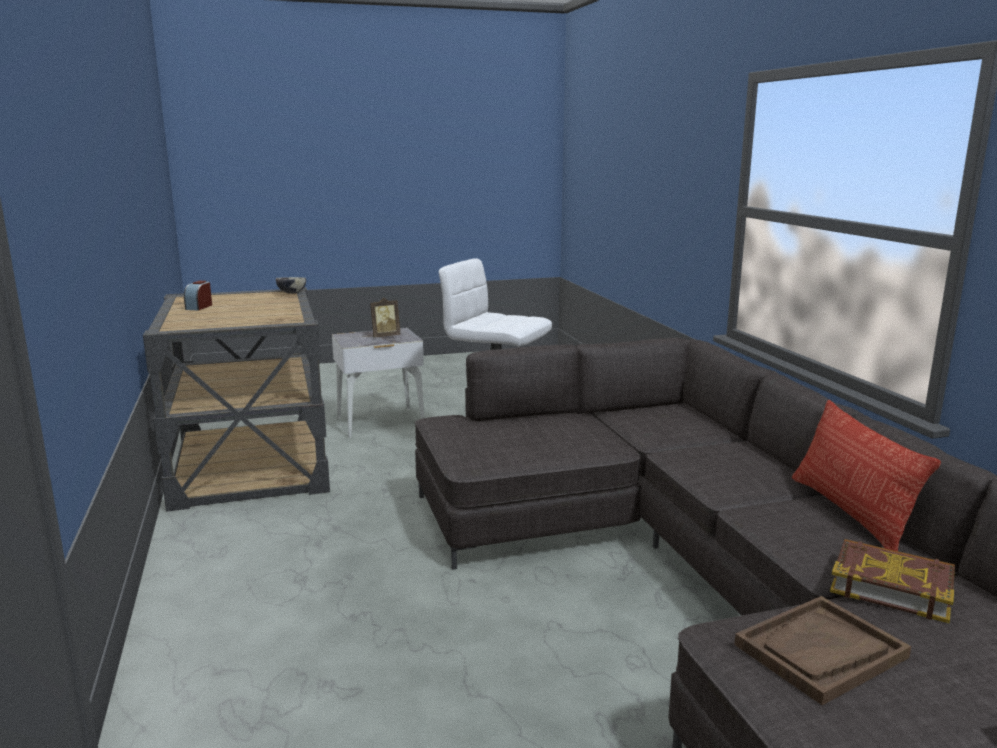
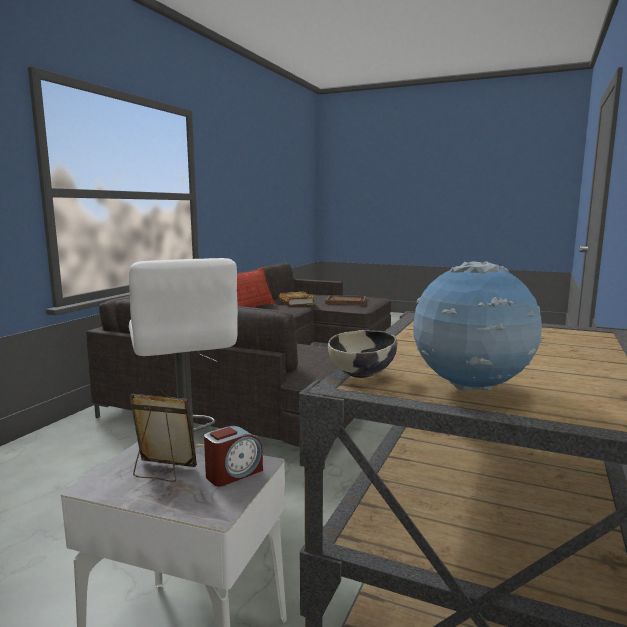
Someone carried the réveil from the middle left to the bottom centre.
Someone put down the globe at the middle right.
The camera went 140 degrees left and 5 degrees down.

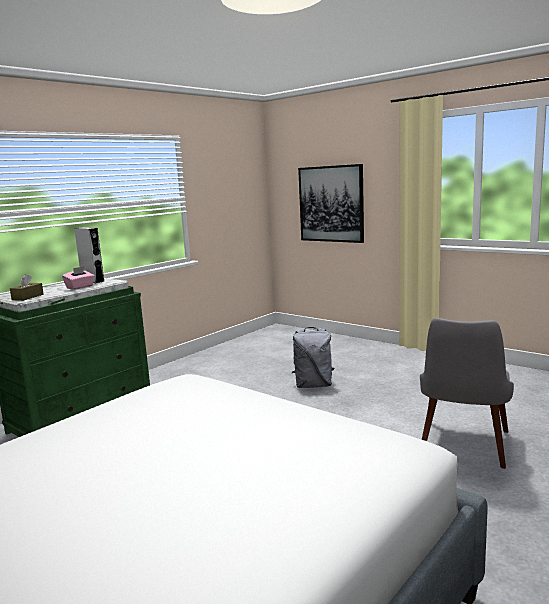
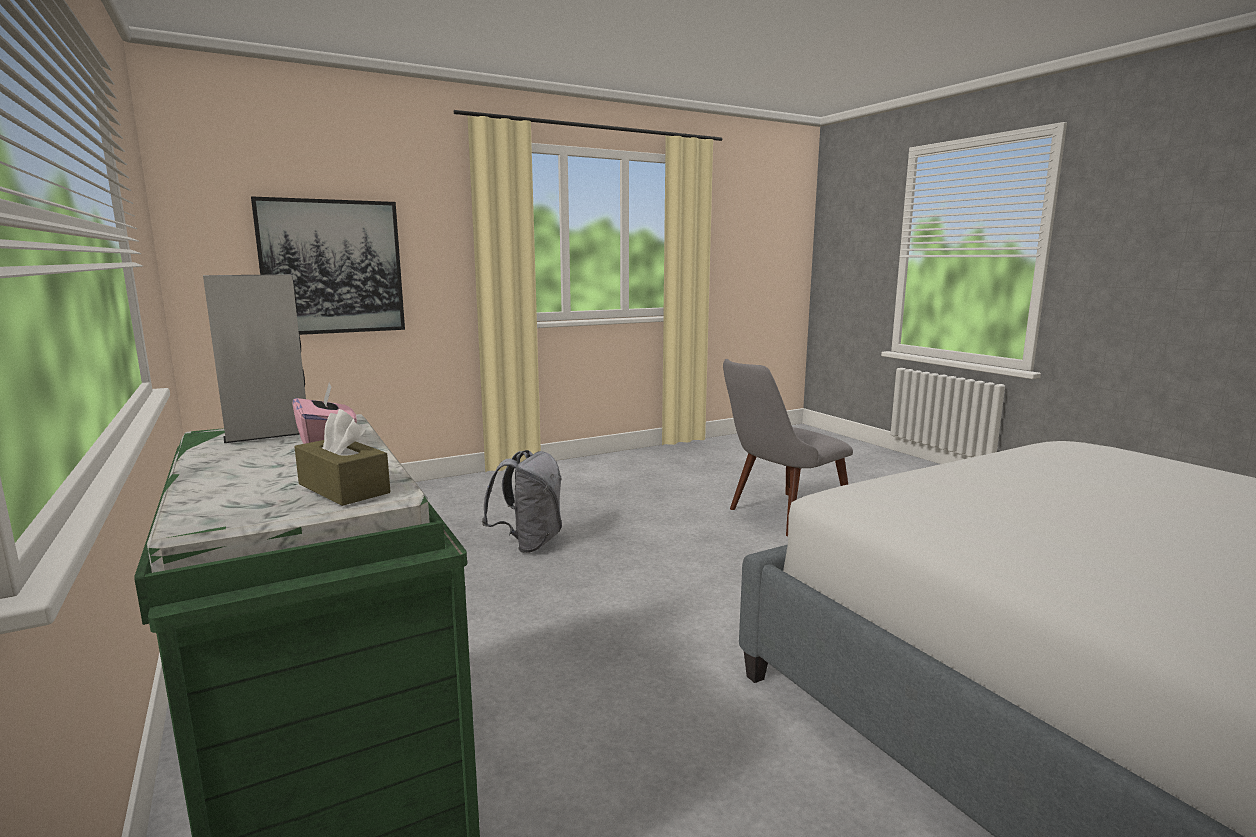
Someone rotated the chaise (gris) at the middle right by 105 degrees clockwise.
The camera went 70 degrees left and 0 degrees up.

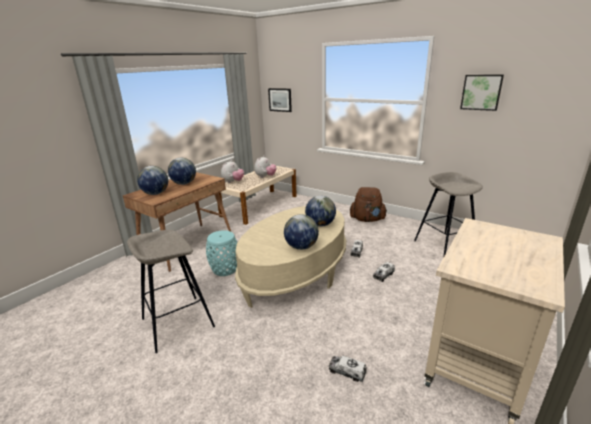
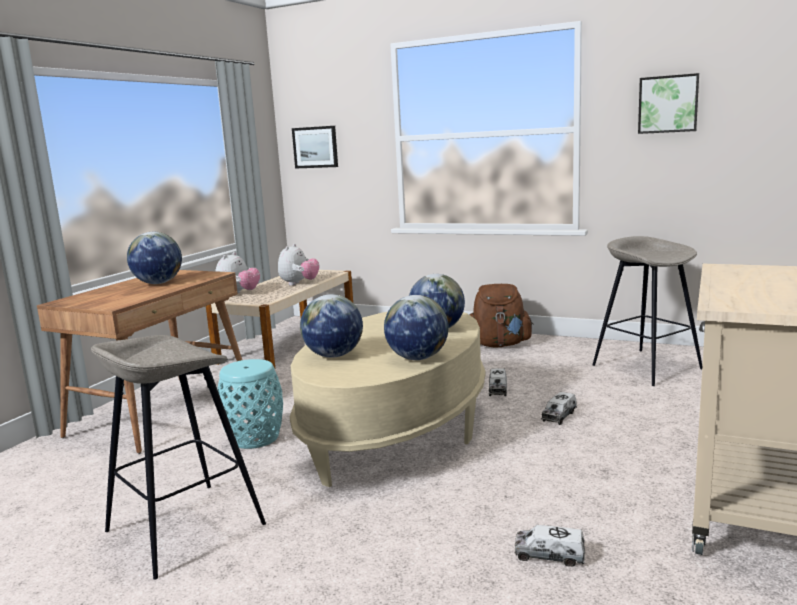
Someone carried the globe (1st from left in the first image) from the middle left to the centre.
The camera went 10 degrees left and 10 degrees down.

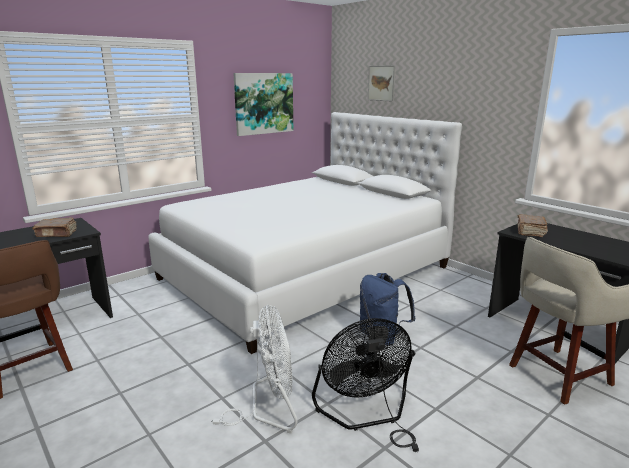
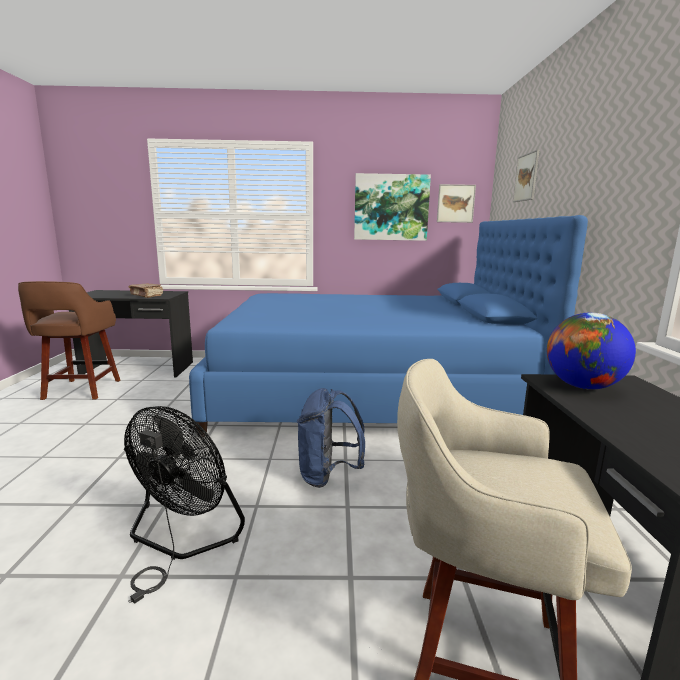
Someone repainted the lit (blanc) at the centre, which became the lit (bleu) at the centre.
Someone put up the tableau (2nd from left) at the top right.
Someone swapped the livre (marron) (2nd from left) at the middle right for the globe at the middle right.
Someone took away the ventilateur (blanc) at the bottom centre.
The camera went 40 degrees right and 5 degrees down.

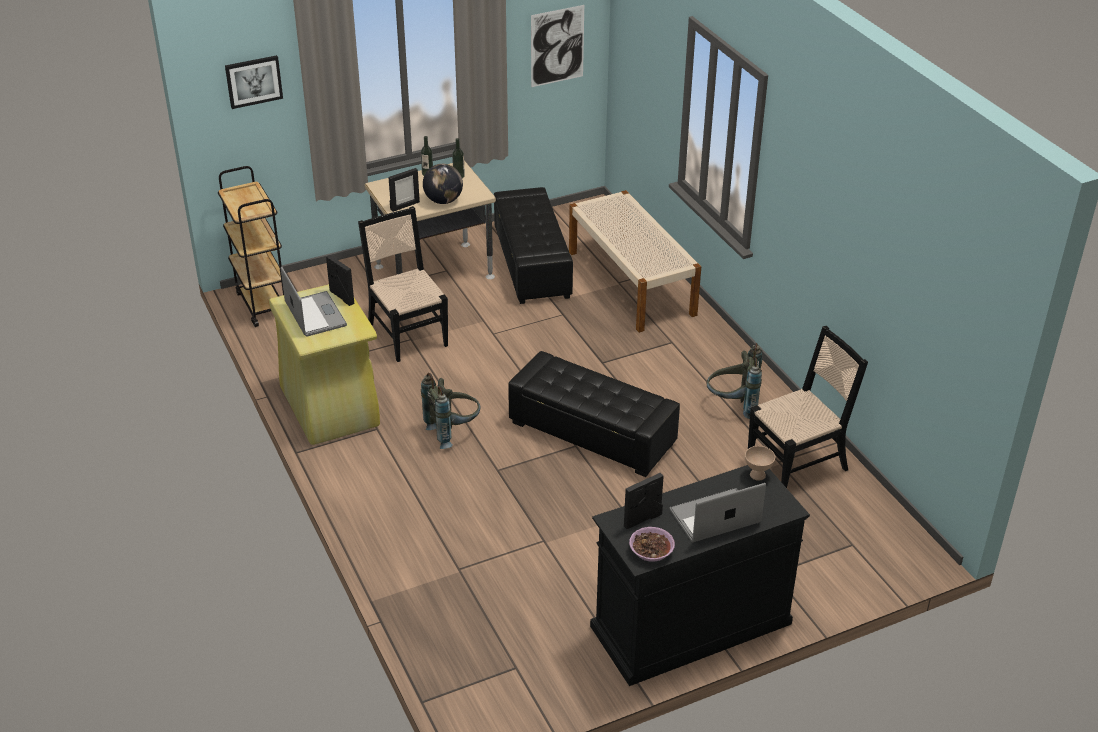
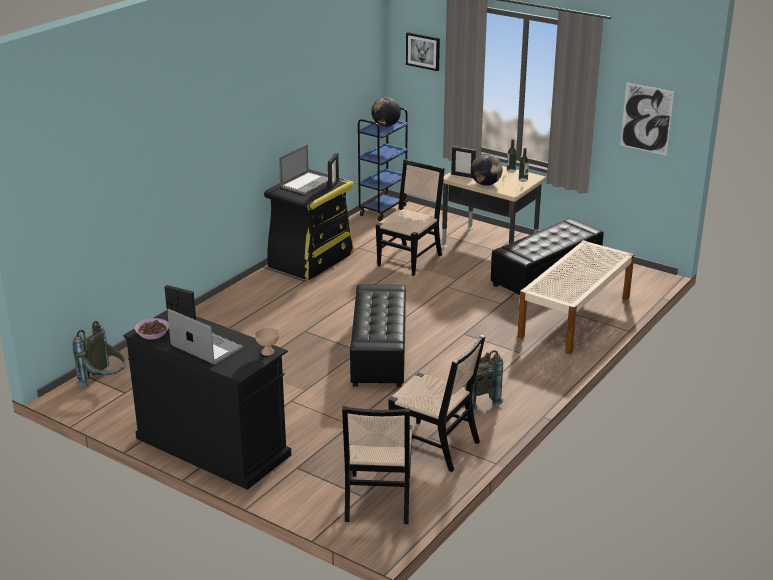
Someone carried the sac à dos (gris) (1st from left) from the centre to the middle left.
Someone repainted the table de chevet (jaune) at the middle left, which became the table de chevet (noir) at the centre.
Someone put down the chaise (1st from left) at the bottom centre.
Someone repainted the chariot (marron) at the middle left, which became the chariot (bleu) at the top centre.
Someone put down the globe (1st from left) at the top centre.
The camera went 60 degrees right and 10 degrees down.

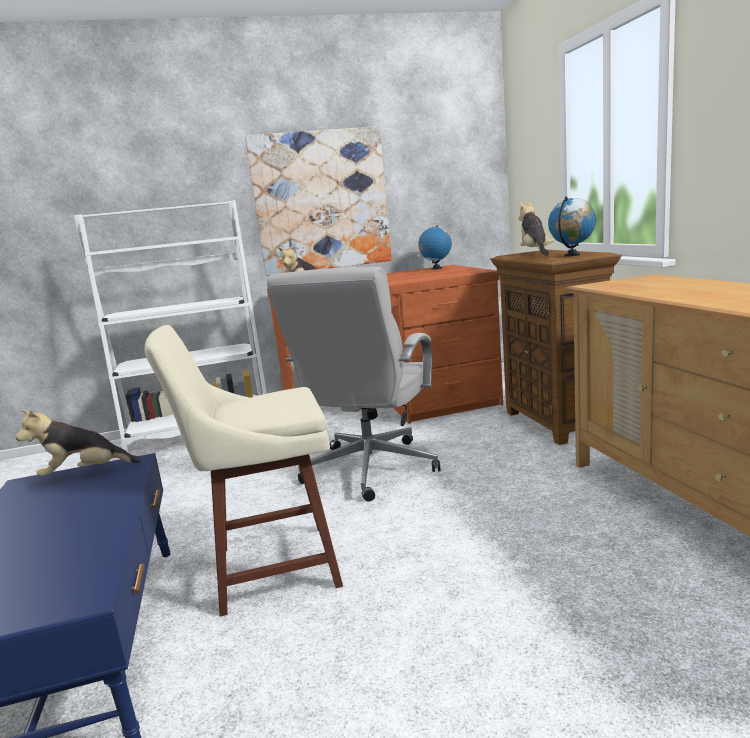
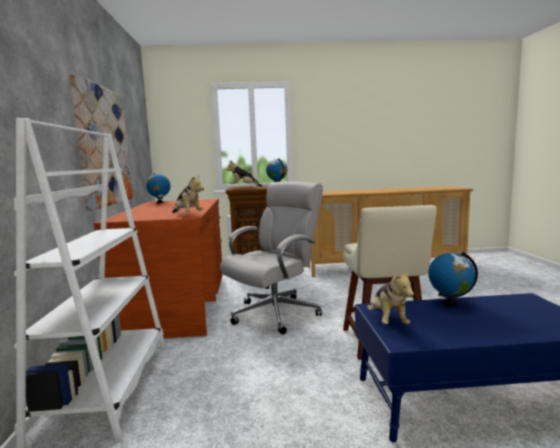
Someone rotated the chaise de bureau (gris) at the centre by 75 degrees counterclockwise.
Someone put down the globe (3rd from left) at the middle right.
The camera went 80 degrees left and 5 degrees down.

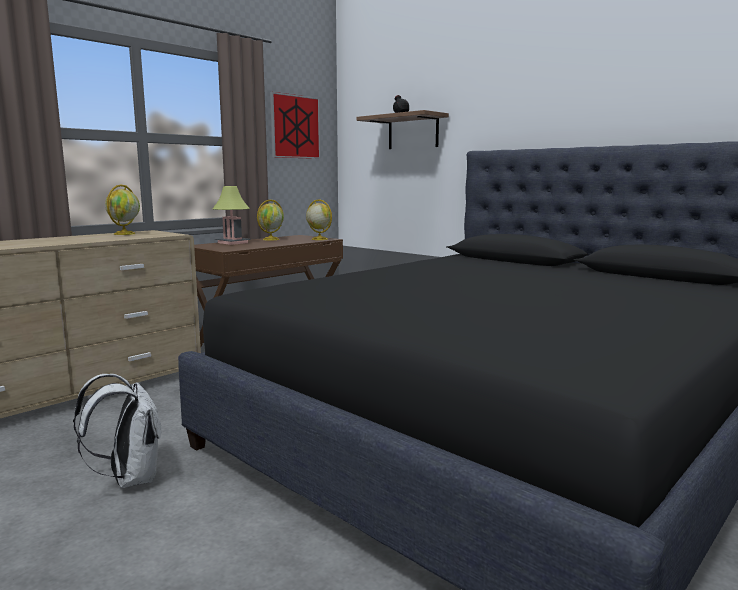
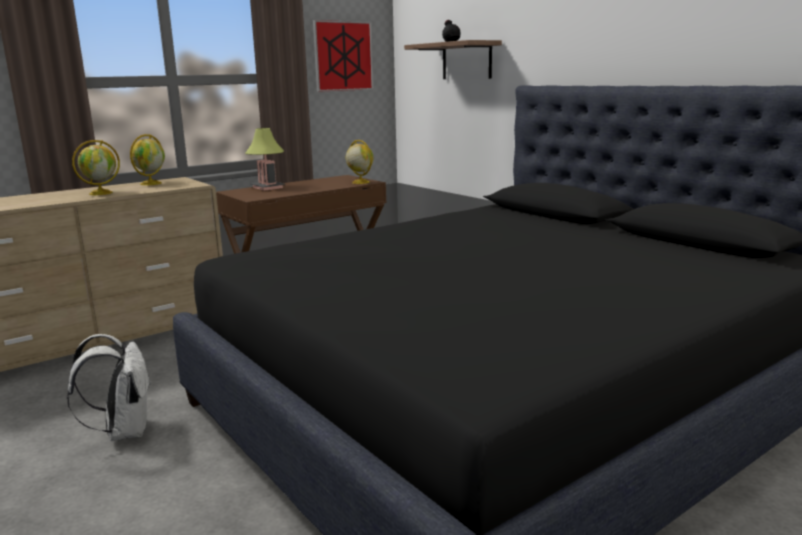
Someone carried the globe (2nd from left in the first image) from the centre to the top left.
The camera went 10 degrees right and 5 degrees up.

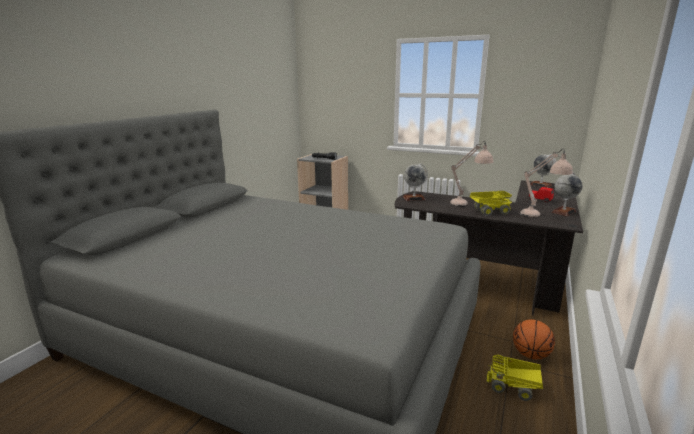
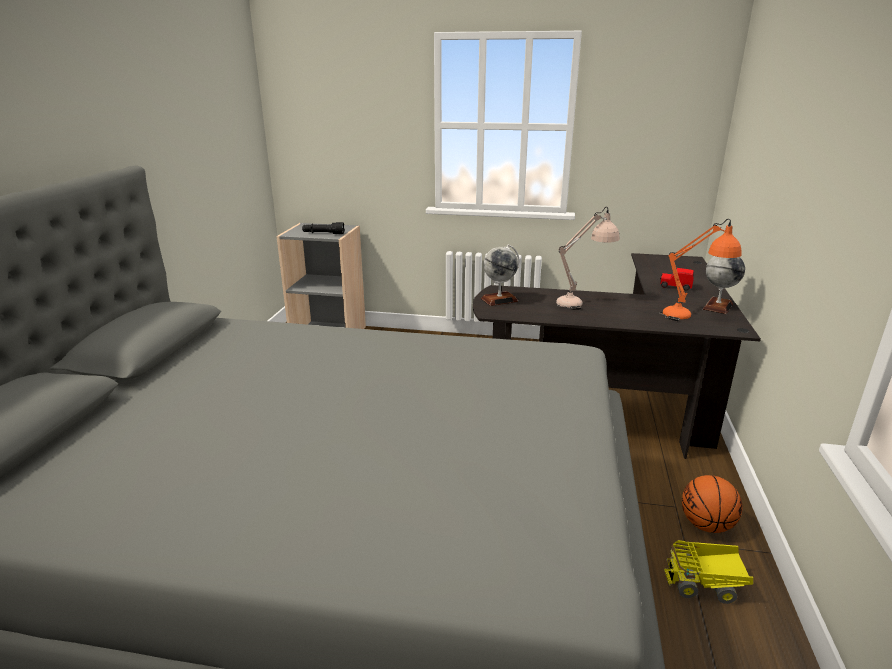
Someone repainted the lampe de table (beige) (2nd from left) at the middle right, which became the lampe de table (orange) at the middle right.
Someone took away the camion jouet (1st from left) at the middle right.
Someone took away the globe (2nd from left) at the middle right.
The camera went 15 degrees left and 5 degrees up.

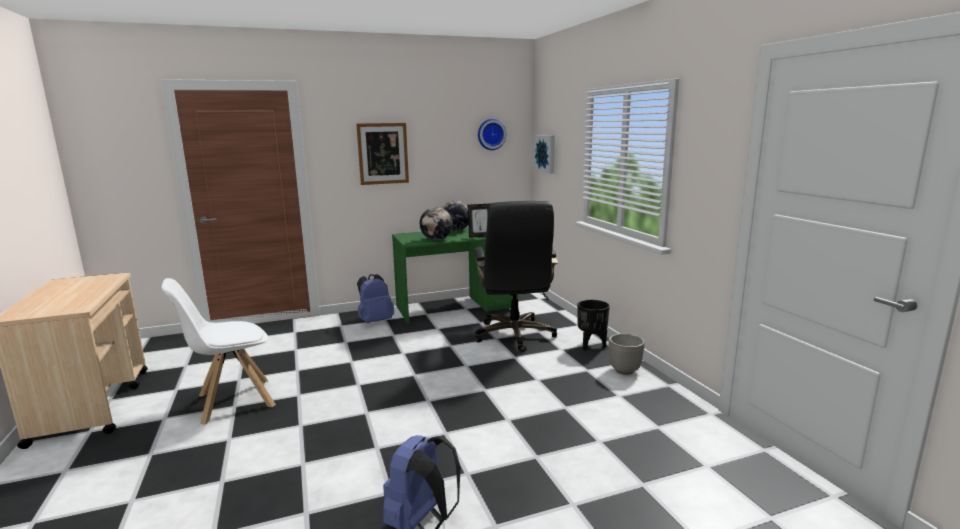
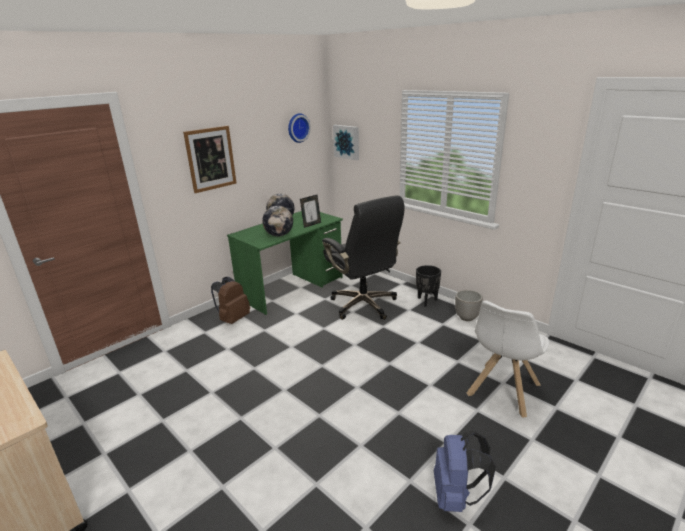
Someone repainted the sac à dos (bleu) (1st from left) at the centre, which became the sac à dos (marron) at the centre.
Someone carried the chaise (blanc) from the middle left to the bottom right.
The camera went 25 degrees left and 10 degrees up.

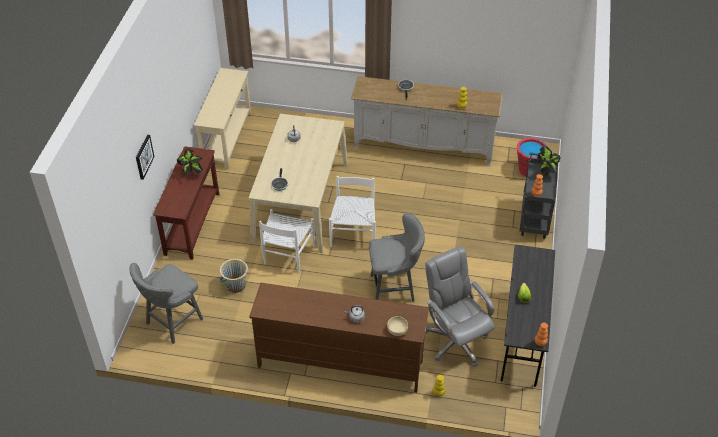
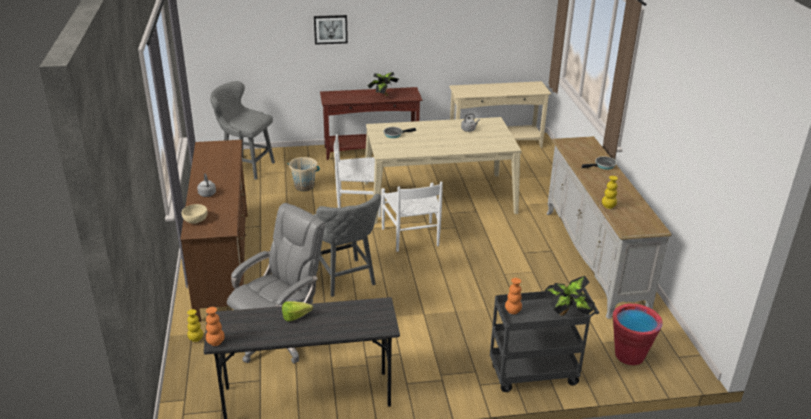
Someone rotated the chaise (blanc) (2nd from left) at the centre by 90 degrees clockwise.
The camera went 70 degrees right and 15 degrees down.

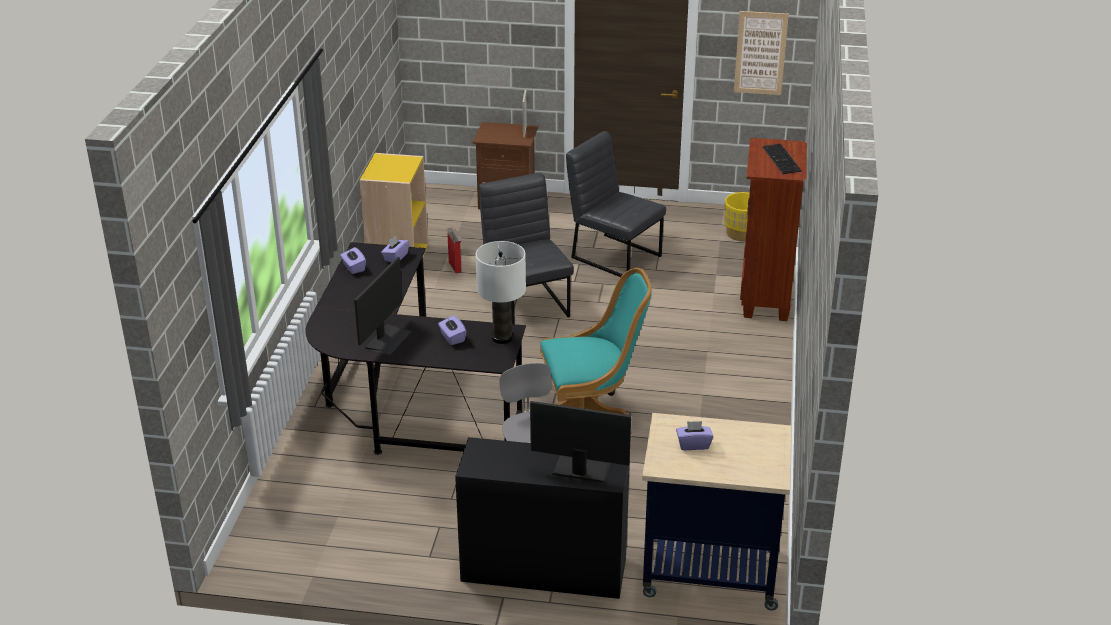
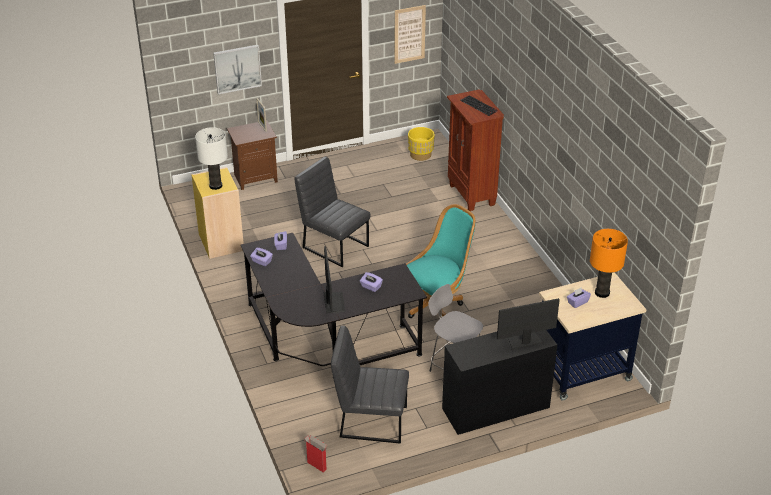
Someone carried the lampe de table (blanc) from the centre to the top left.
Someone put up the tableau (1st from left) at the top left.
Someone carried the carton from the centre to the bottom centre.
Someone carried the chaise (gris) (2nd from left) from the top centre to the bottom centre.
Someone put down the lampe de table (orange) at the middle right.
The camera went 30 degrees left and 5 degrees up.

